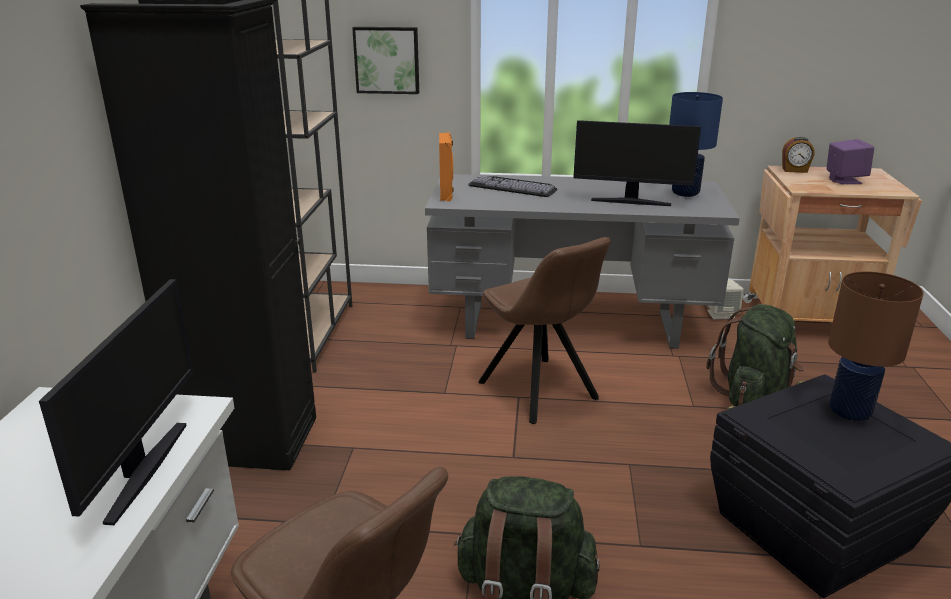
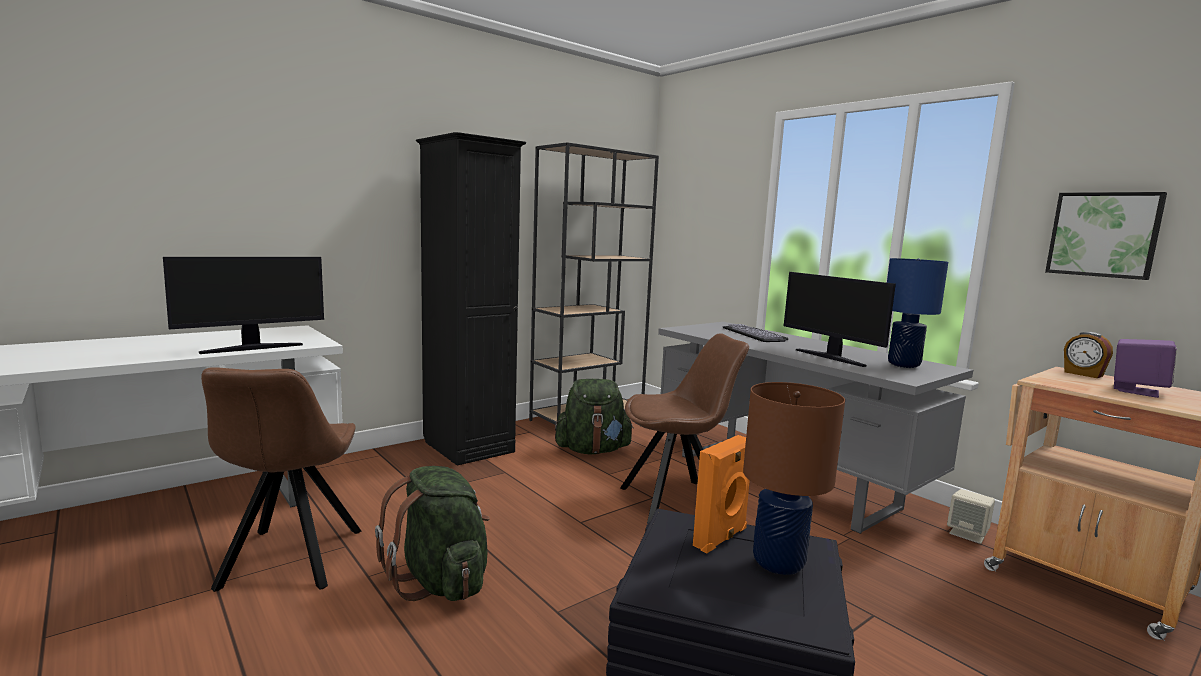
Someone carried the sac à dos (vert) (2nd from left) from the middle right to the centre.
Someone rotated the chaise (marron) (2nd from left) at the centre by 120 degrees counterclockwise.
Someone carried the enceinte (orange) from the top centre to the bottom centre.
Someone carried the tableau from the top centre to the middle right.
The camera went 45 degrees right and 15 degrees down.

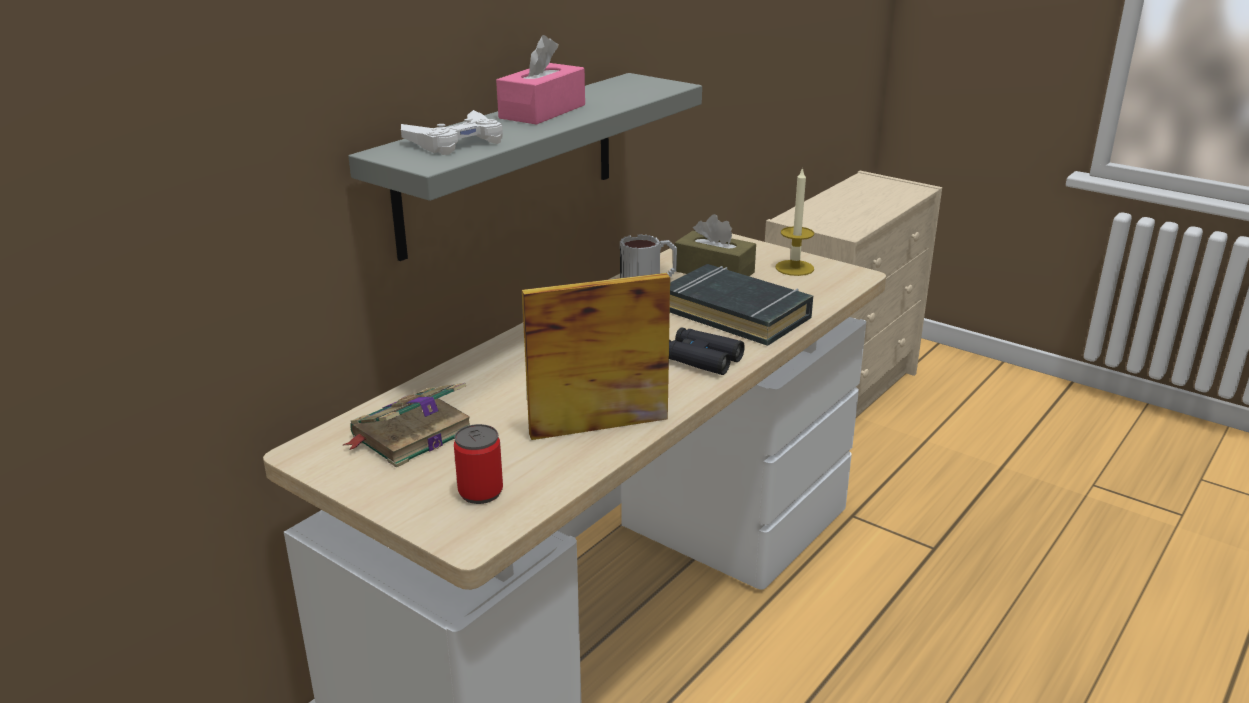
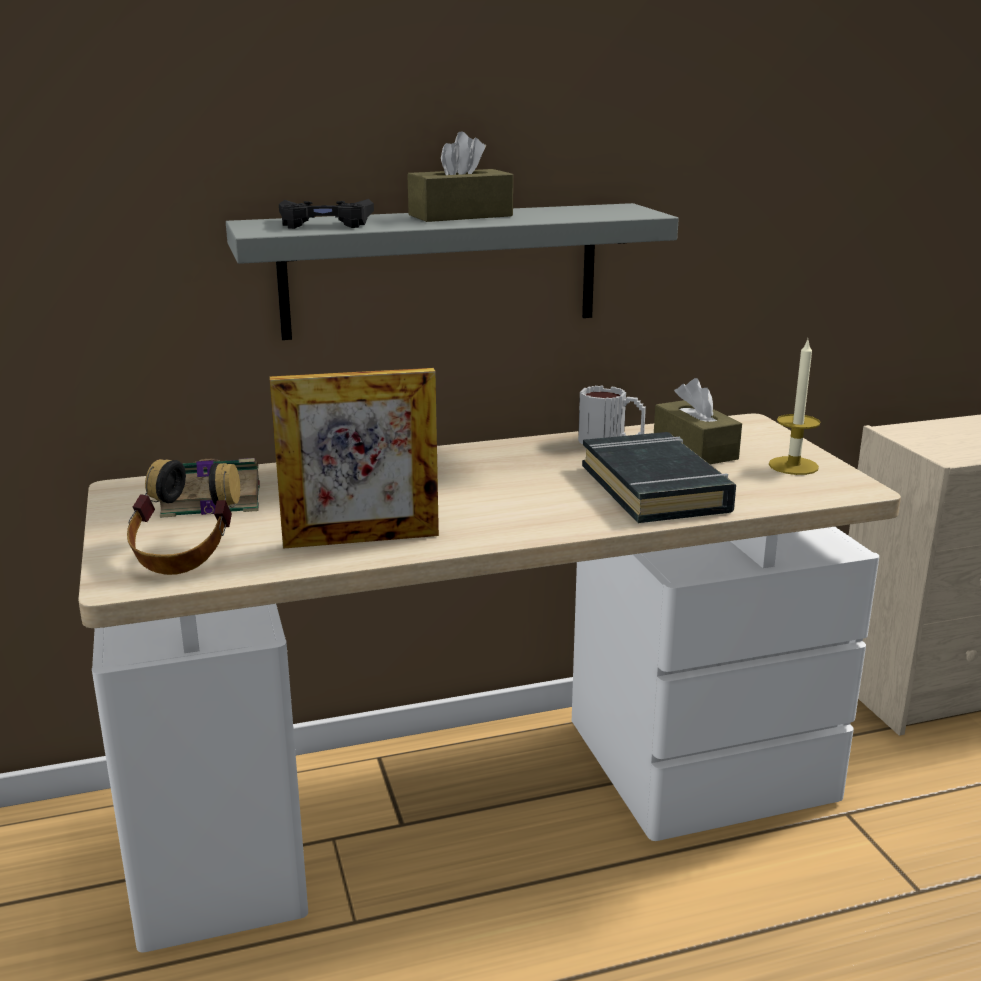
Someone swapped the boîte métallique at the centre for the casque audio at the middle left.
Someone rotated the cadre photo at the centre by 150 degrees clockwise.
Someone repainted the manette (blanc) at the top centre, which became the manette (noir) at the top left.
Someone repainted the boîte à mouchoirs (rose) at the top centre, which became the boîte à mouchoirs (marron) (1st from left) at the top centre.
Someone took away the jumelles (noir) at the centre.
The camera went 35 degrees right and 5 degrees down.

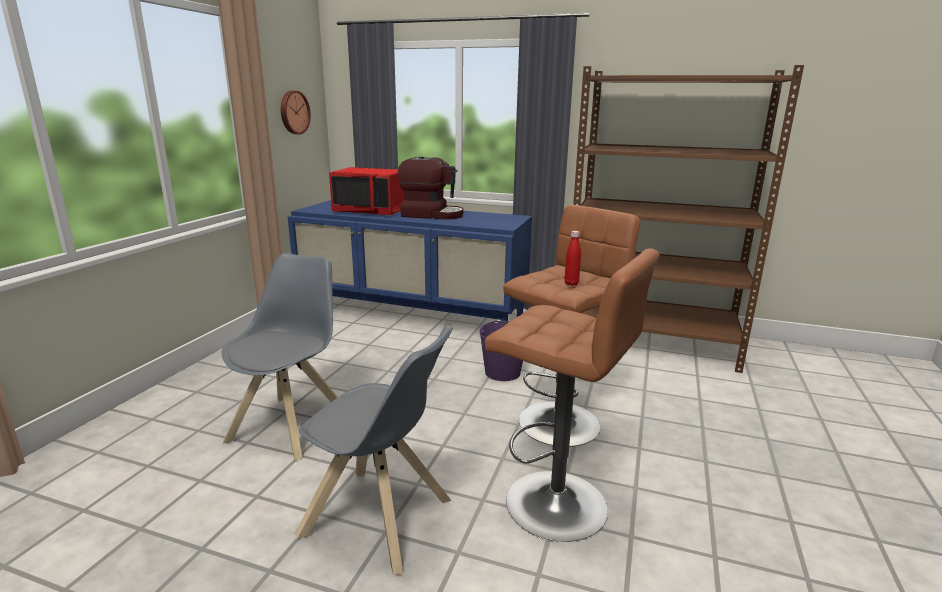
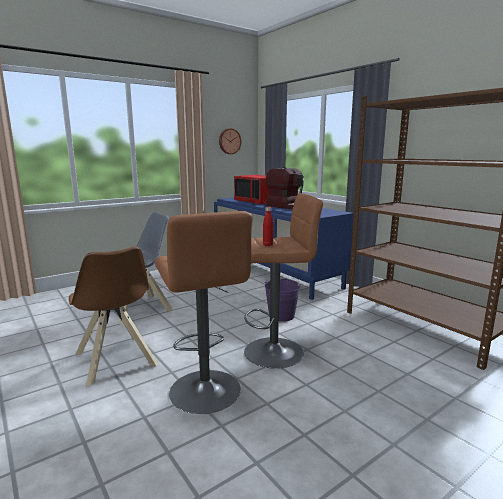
Someone repainted the chaise (gris) (2nd from left) at the bottom centre, which became the chaise (marron) at the middle left.
The camera went 35 degrees right and 5 degrees down.

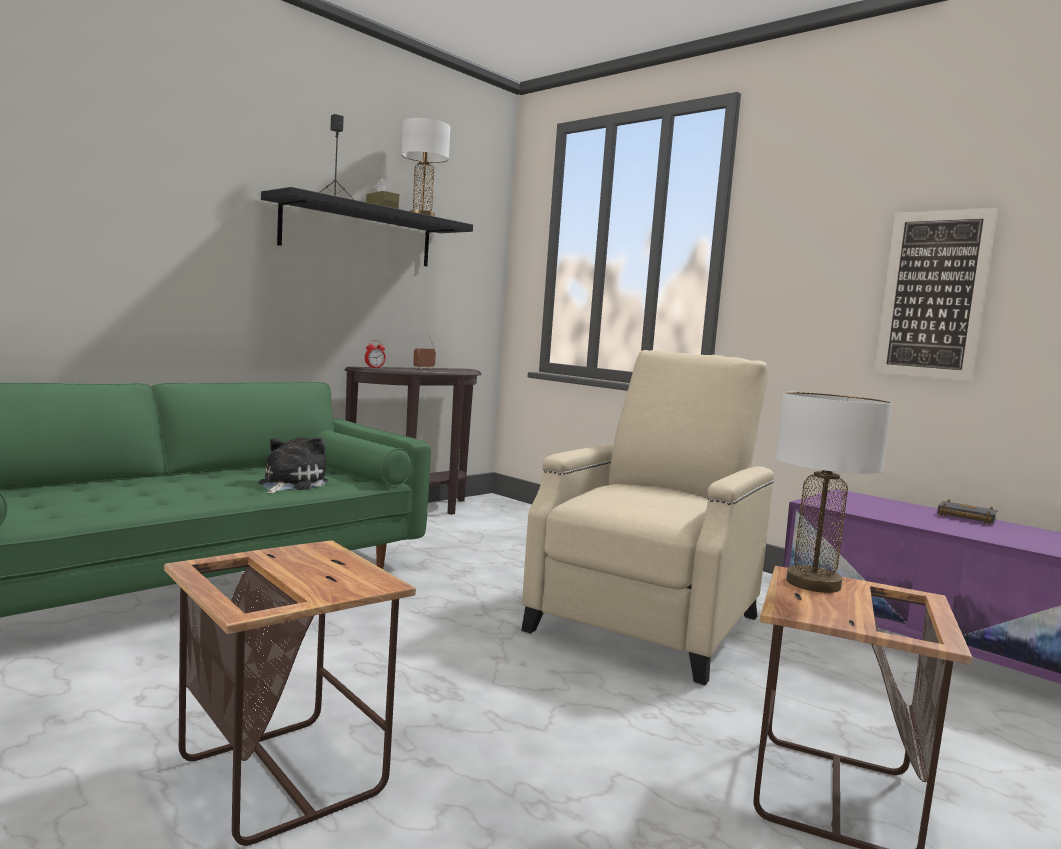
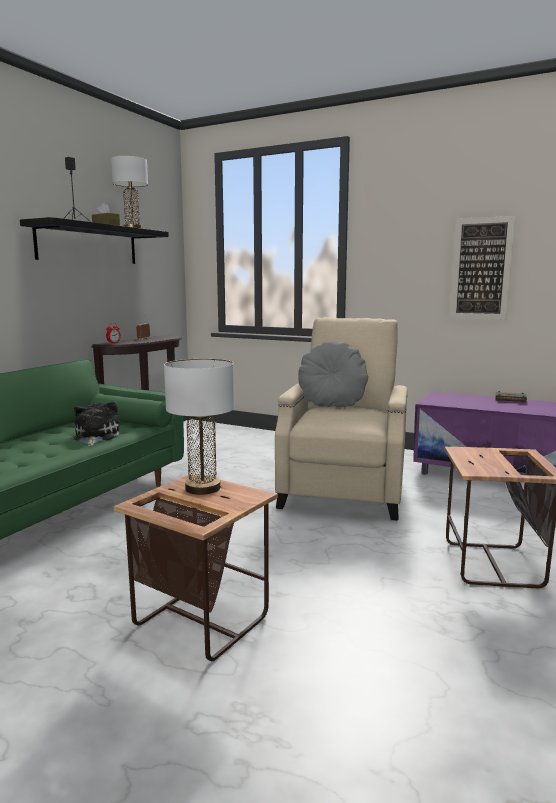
Someone carried the lampe de table (2nd from left) from the middle right to the centre.
Someone put down the coussin (gris) at the centre.
The camera went 15 degrees left and 5 degrees up.

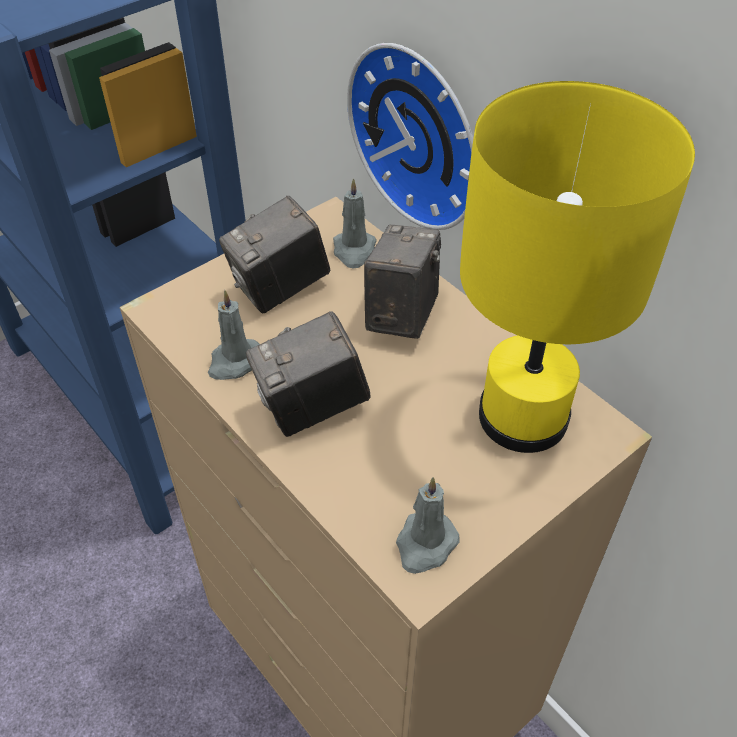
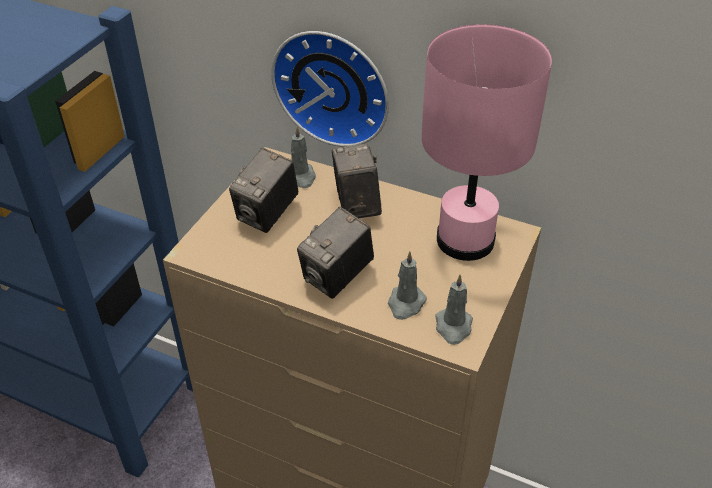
Someone carried the bougie (gris) (1st from left in the first image) from the middle left to the centre.
Someone repainted the lampe de table (jaune) at the middle right, which became the lampe de table (rose) at the top right.
The camera went 25 degrees left and 5 degrees down.

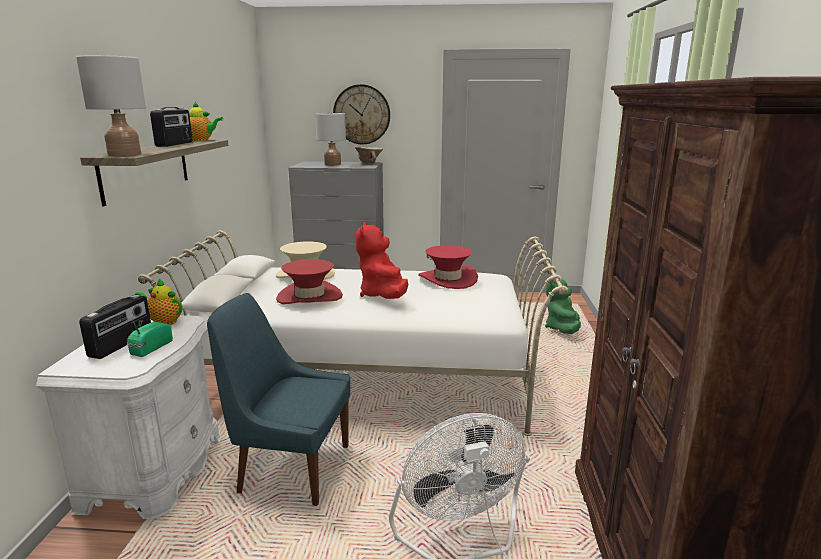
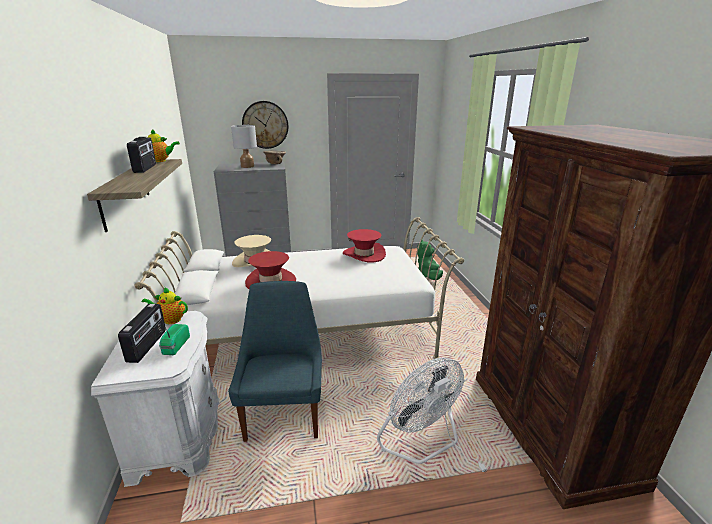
Someone rotated the chaise (bleu) at the bottom centre by 90 degrees clockwise.
Someone took away the lampe de table (gris) (1st from left) at the top left.
Someone took away the peluche (rouge) at the centre.
The camera went 15 degrees left and 5 degrees up.

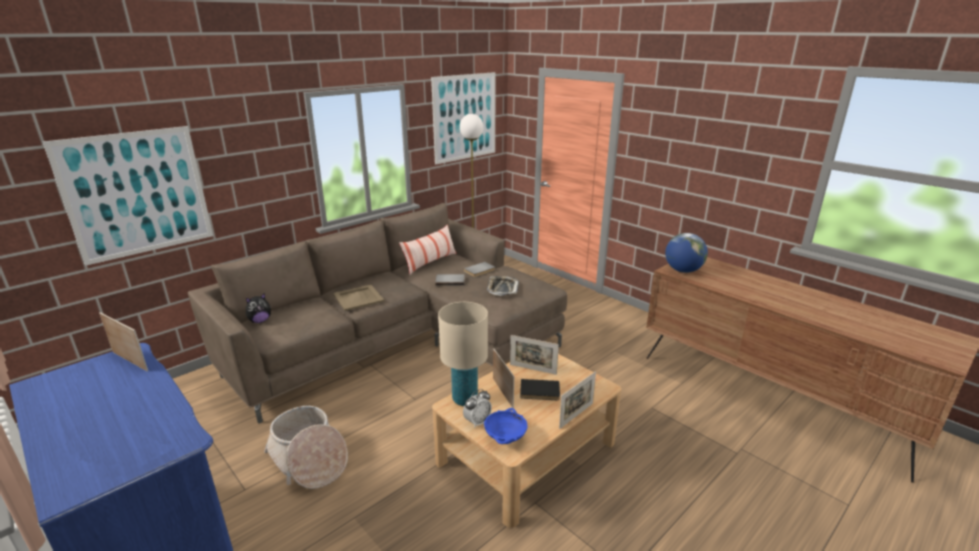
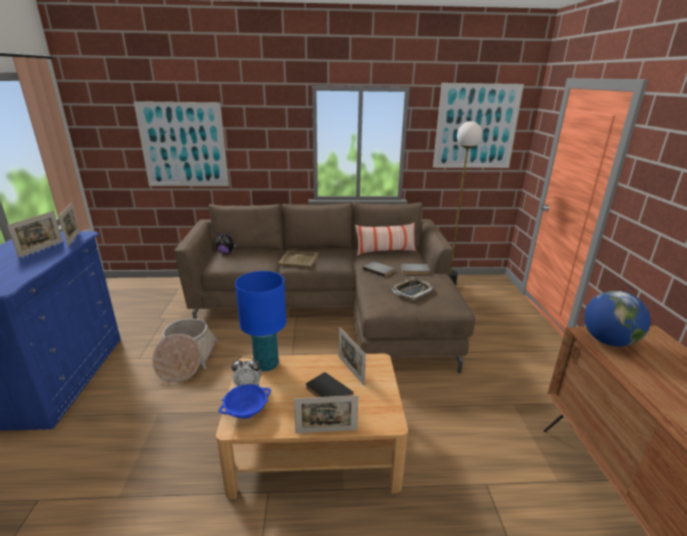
Someone carried the cadre photo (2nd from left in the first image) from the bottom centre to the middle left.
Someone repainted the lampe de table (beige) at the centre, which became the lampe de table (bleu) at the centre.
The camera went 40 degrees right and 0 degrees up.

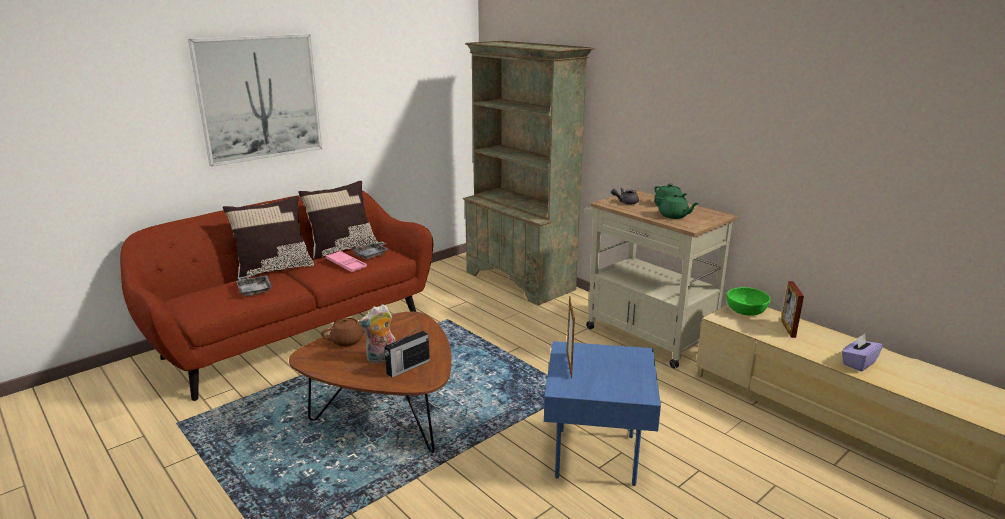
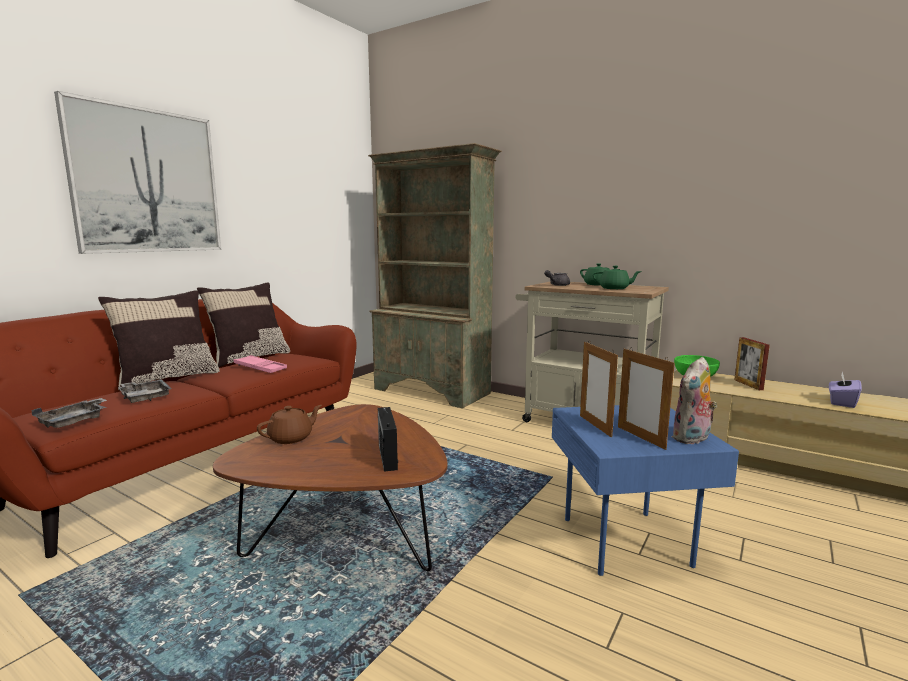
Someone carried the plateau (gris) (2nd from left in the first image) from the centre to the middle left.
Someone rotated the radio at the bottom centre by 135 degrees clockwise.
Someone put down the cadre photo (2nd from left) at the middle right.
Someone carried the peluche from the centre to the middle right.
The camera went 15 degrees left and 10 degrees down.

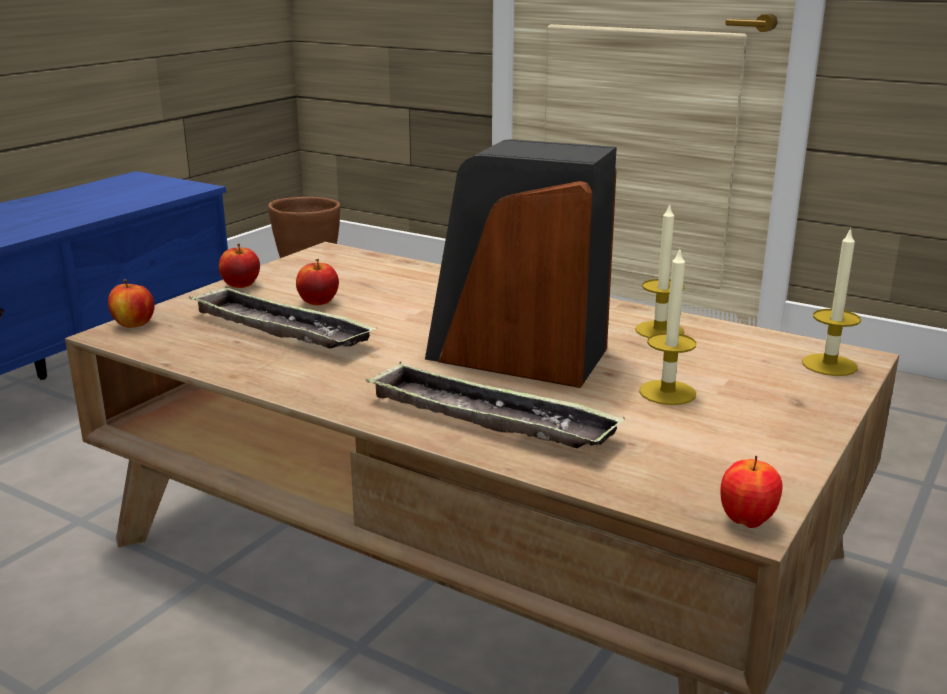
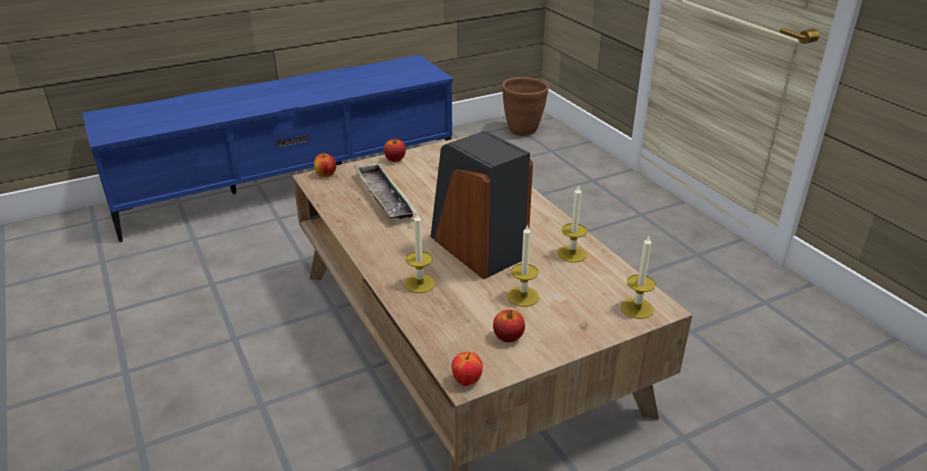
Someone swapped the plateau (2nd from left) at the centre for the bougie (1st from left) at the centre.
Someone carried the pomme (3rd from left in the first image) from the centre to the bottom centre.
The camera went 30 degrees right and 10 degrees up.

